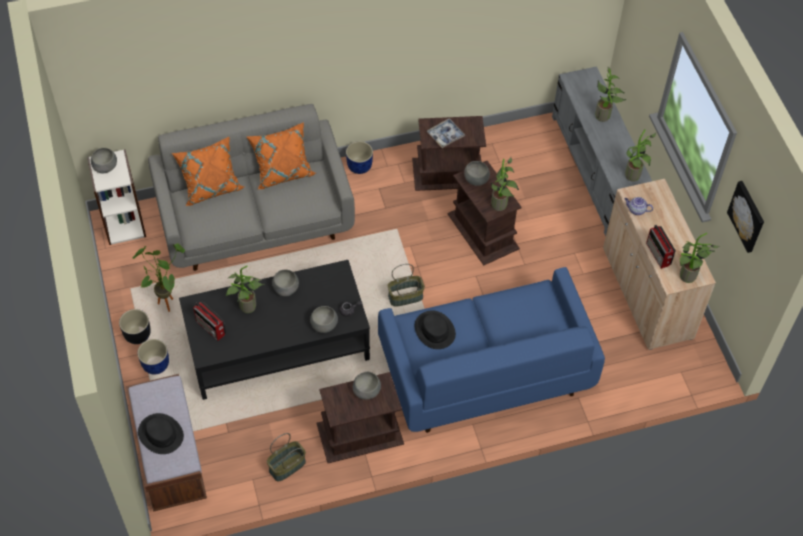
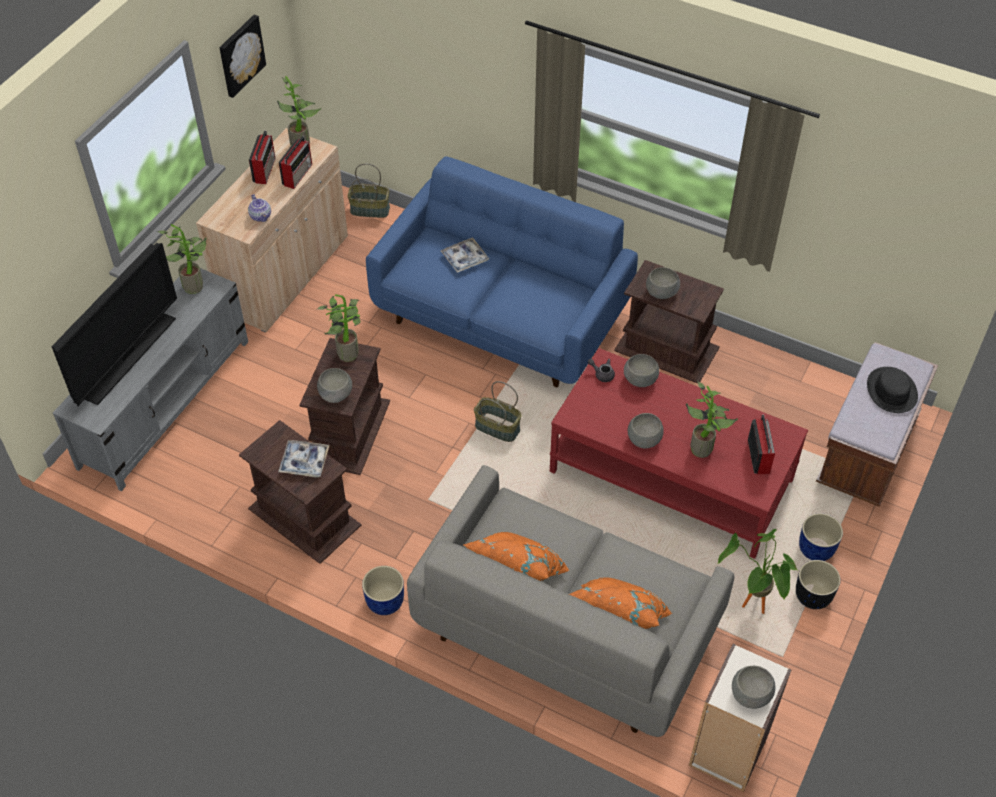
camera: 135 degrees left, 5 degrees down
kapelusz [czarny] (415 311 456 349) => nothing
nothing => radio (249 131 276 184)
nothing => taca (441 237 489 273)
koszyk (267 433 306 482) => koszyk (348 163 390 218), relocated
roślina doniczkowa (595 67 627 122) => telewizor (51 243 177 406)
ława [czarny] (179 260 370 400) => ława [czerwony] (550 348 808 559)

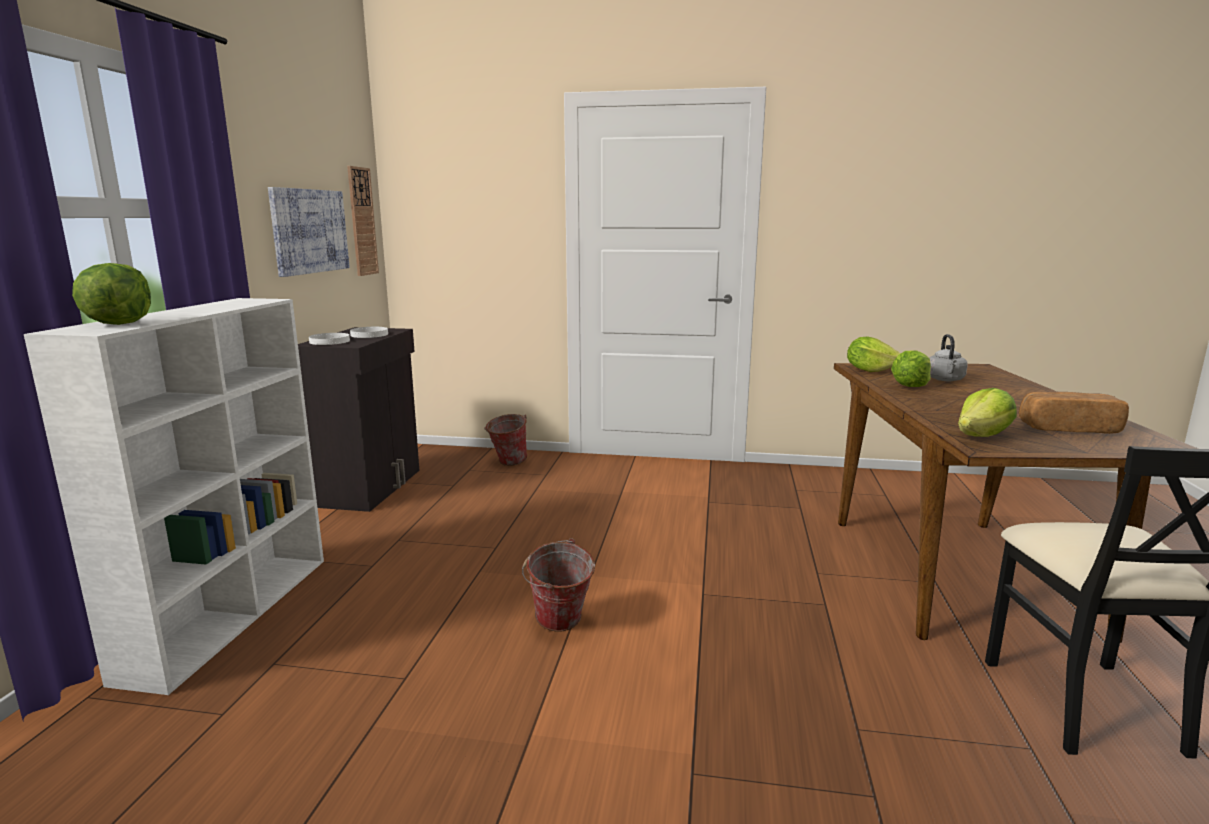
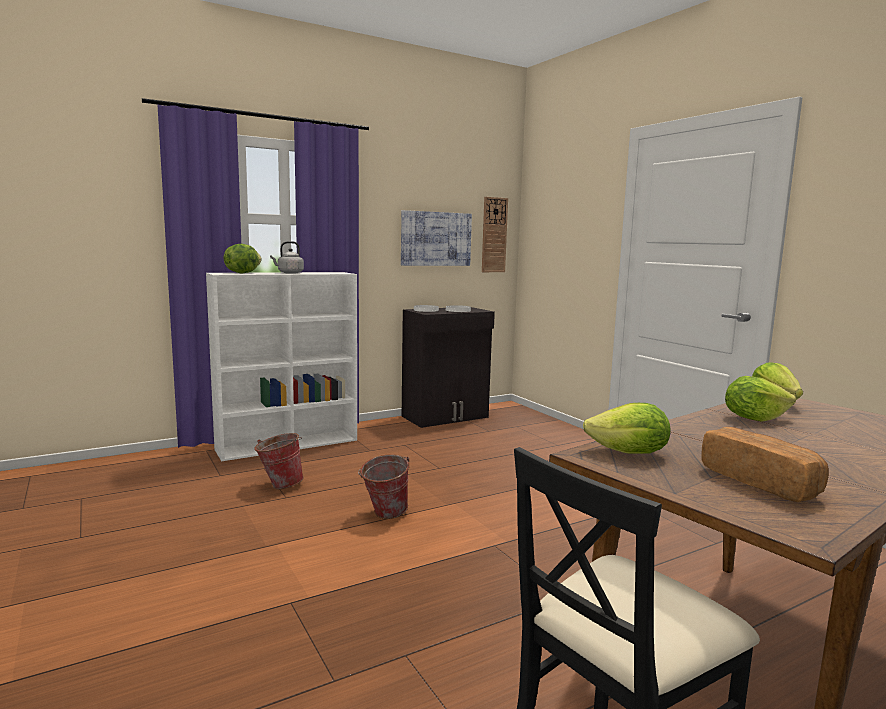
camera: 50 degrees right, 5 degrees down
wiadro (484 414 527 466) => wiadro (254 433 304 489), relocated
czajnik [szary] (929 334 968 381) => czajnik [szary] (270 241 304 274), relocated

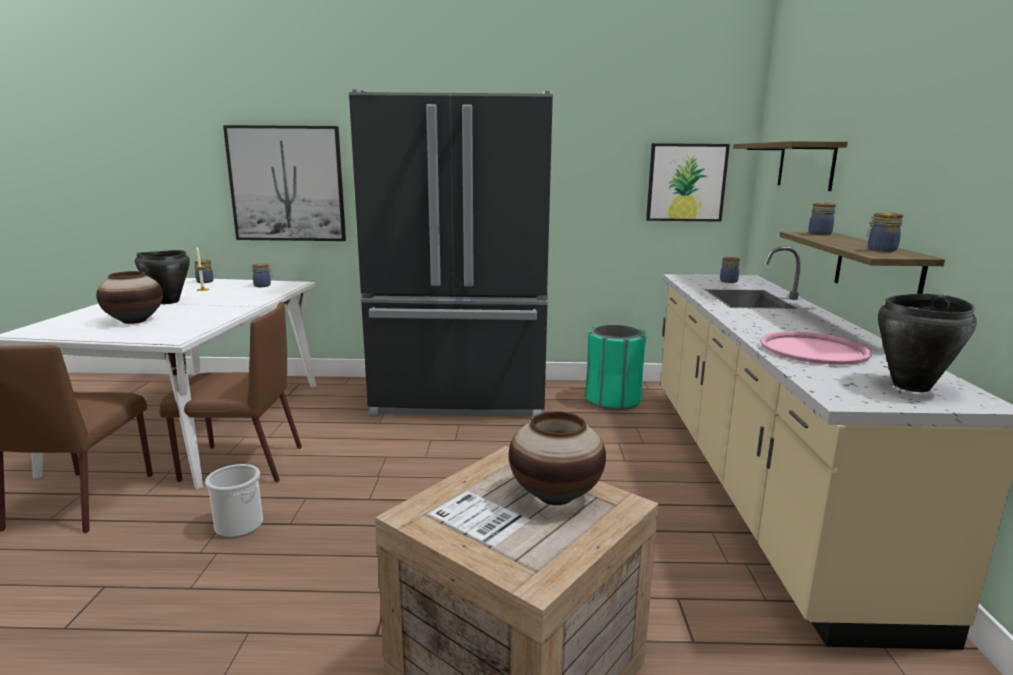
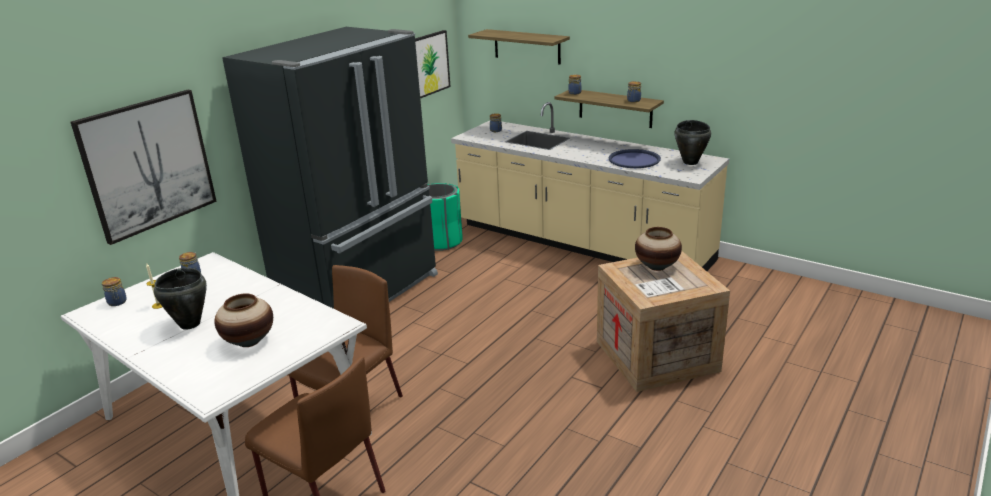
camera: 55 degrees left, 10 degrees up
wiadro (205 464 263 538) => nothing
taca [różowy] (760 331 872 365) => taca [niebieski] (608 149 661 168)

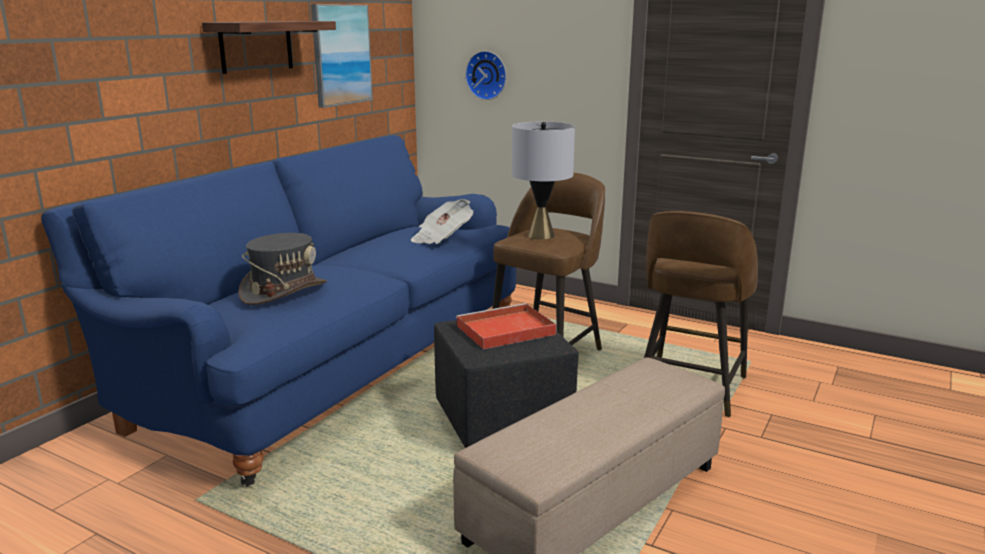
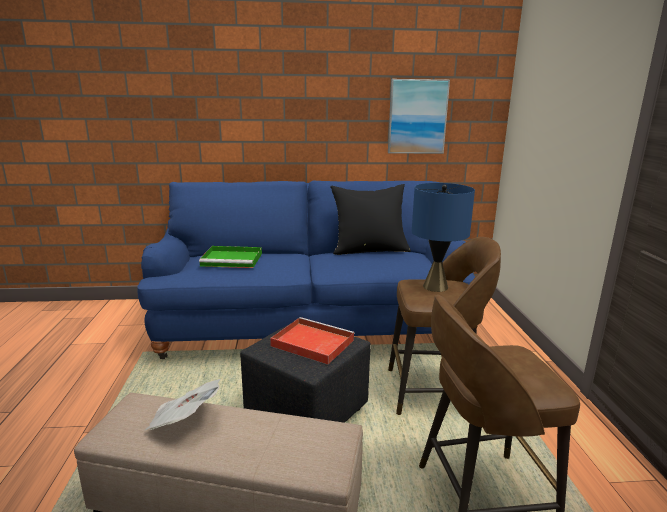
camera: 55 degrees right, 0 degrees up
półka (202 21 336 74) => nothing
zegar ścienny (465 51 507 100) => nothing
nothing => poduszka [czarny] (330 184 411 255)
gazeta (411 199 473 244) => gazeta (144 379 221 431), relocated
kapelusz [szary] (238 233 327 305) => taca [zielony] (199 246 262 268)
lampa stołowa [szary] (512 121 575 240) => lampa stołowa [niebieski] (412 183 475 292)

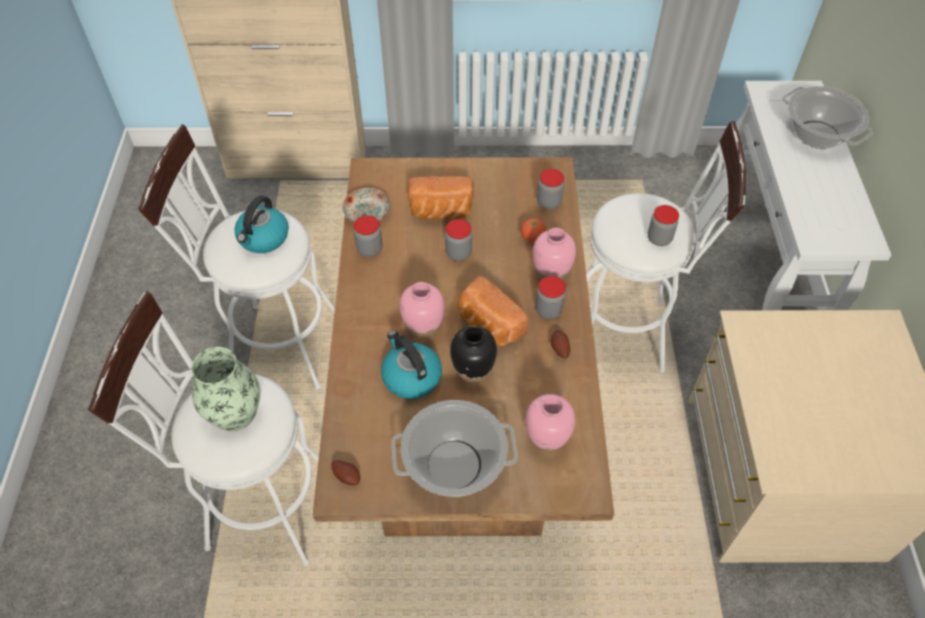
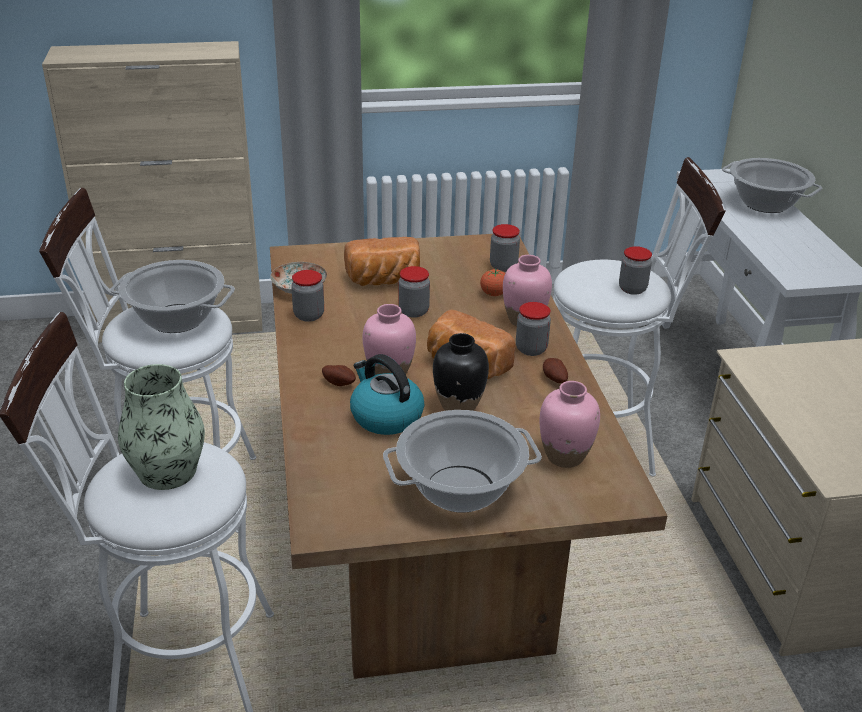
camera: 10 degrees left, 20 degrees down
ziemniak (331 460 360 485) => ziemniak (322 365 356 386), relocated
czajnik (234 195 289 253) => garnek (110 260 235 333)

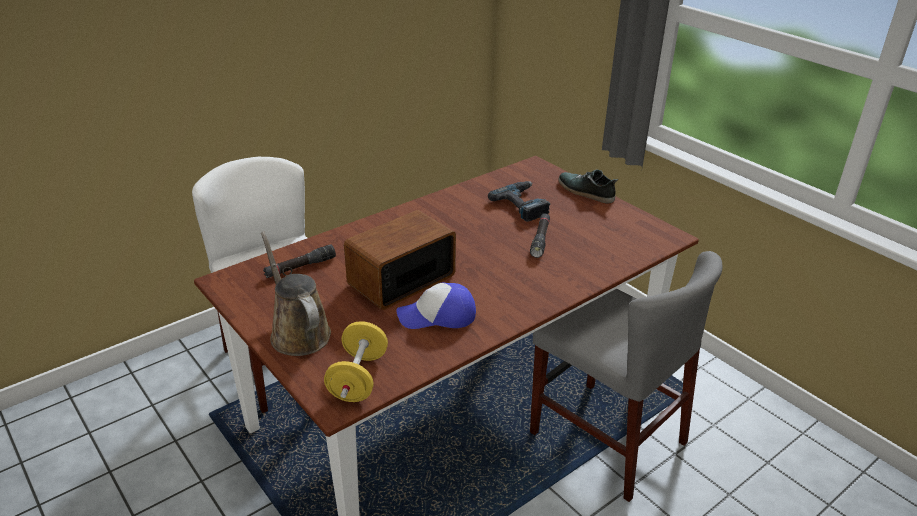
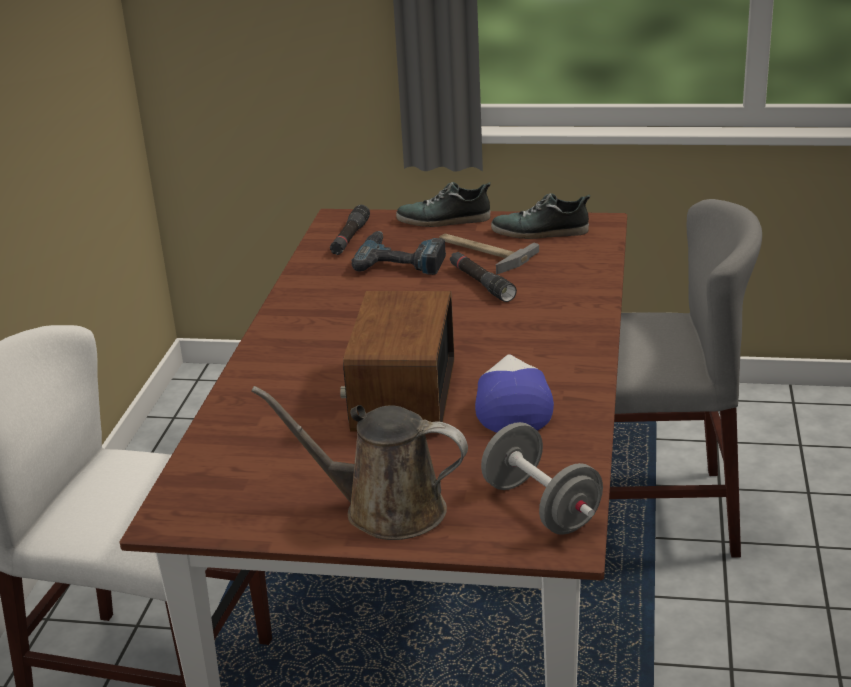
camera: 40 degrees left, 5 degrees down
nothing => młotek (439 233 539 274)
nothing => but (491 193 590 239)
latarka [czarny] (263 244 336 278) => latarka [czarny] (330 205 370 255), relocated
hantel [żółty] (324 321 388 402) => hantel [szary] (481 422 603 535)
czapka z daszkiem (396 283 476 329) => czapka z daszkiem (475 354 554 433), 135 degrees clockwise

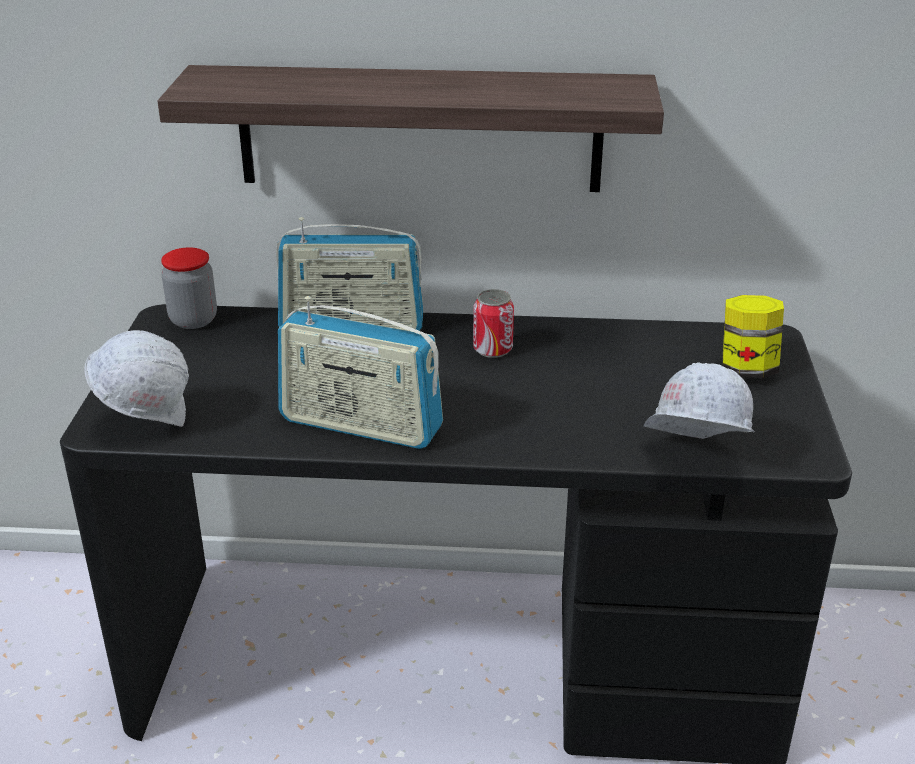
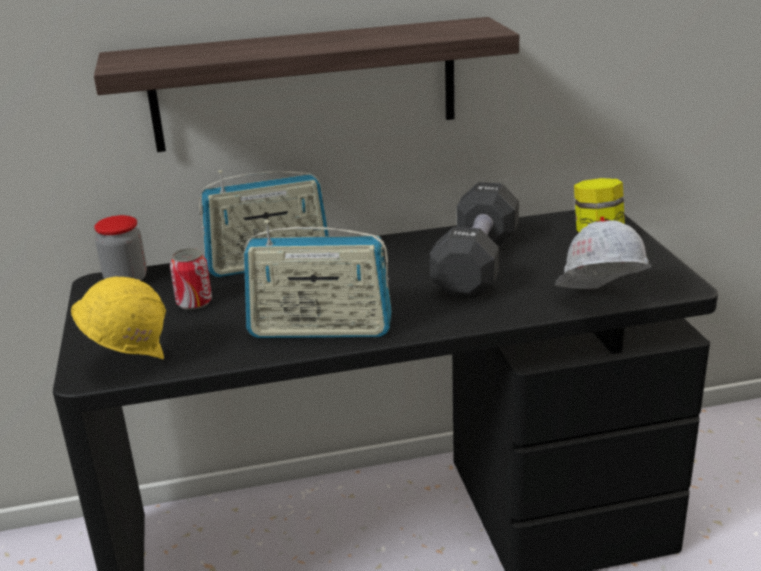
camera: 15 degrees left, 5 degrees down
nothing => hantel [czarny] (430 182 519 299)
puszka (473 289 514 358) => puszka (170 248 212 310), relocated
kask [biały] (84 330 189 427) => kask [żółty] (71 277 166 359)

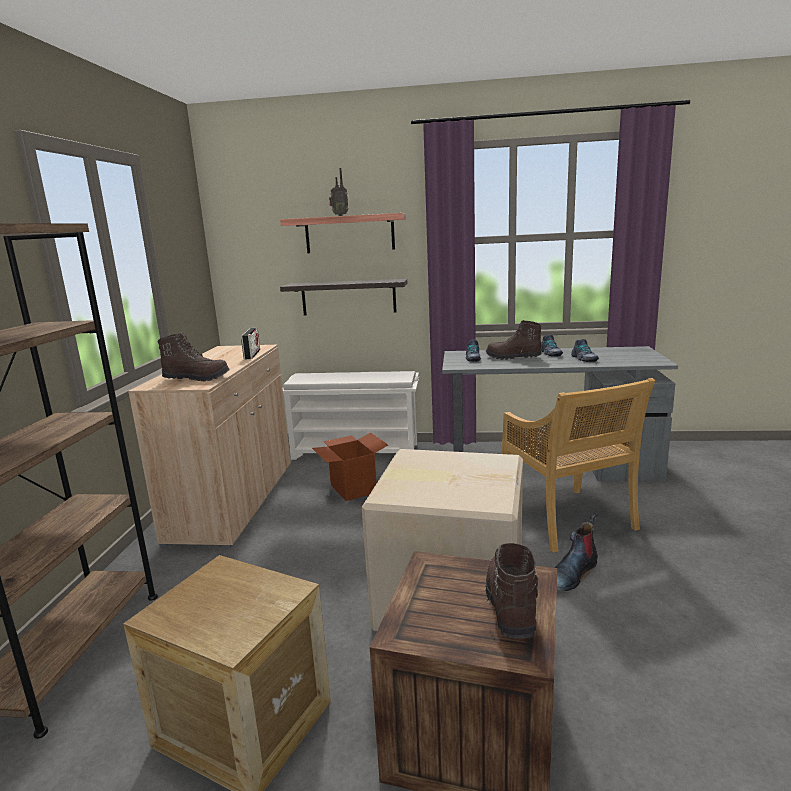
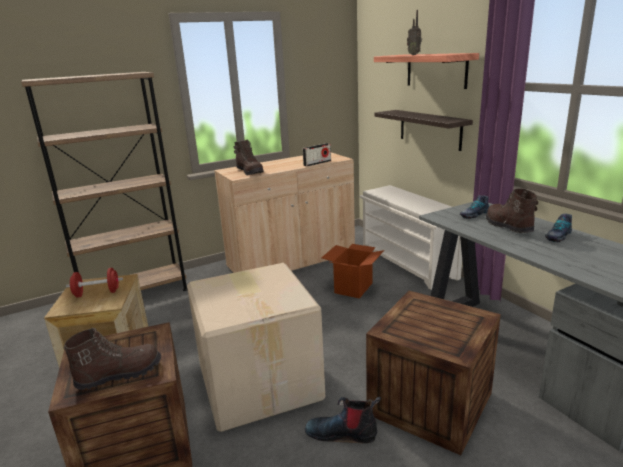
camera: 55 degrees right, 5 degrees up
but (571 339 599 362) => nothing
nothing => hantel [czerwony] (66 268 123 298)
krzesło [beżowy] (501 378 655 552) => skrzynka (366 291 501 455)

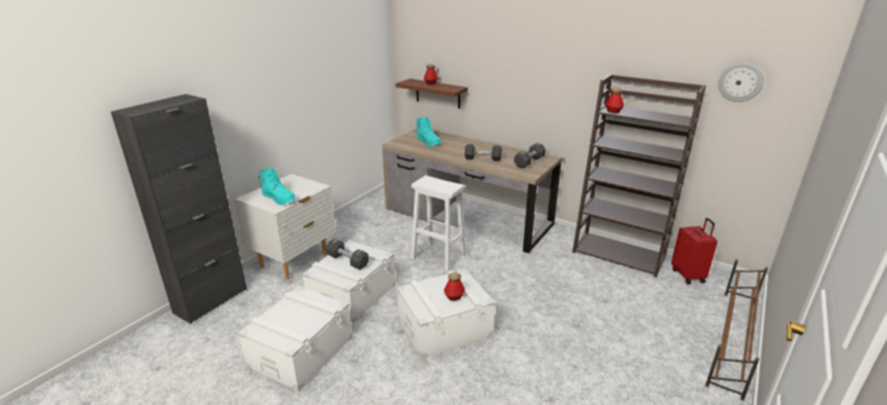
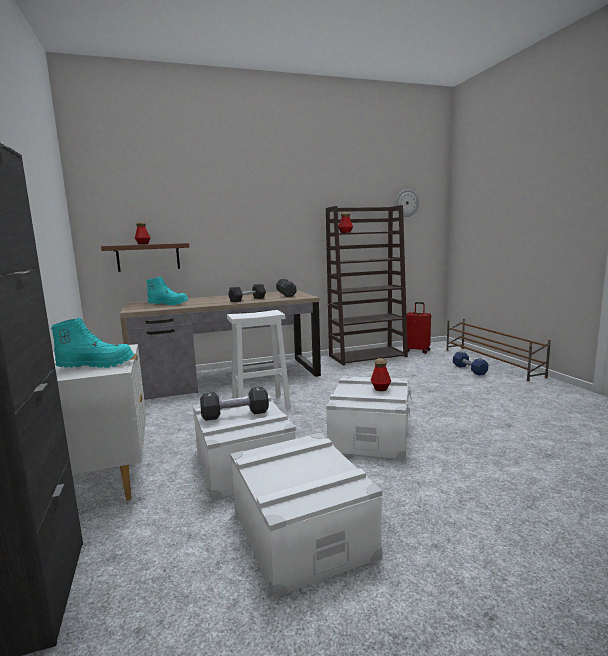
camera: 50 degrees left, 15 degrees down
nothing => hantel [niebieski] (453 352 488 376)

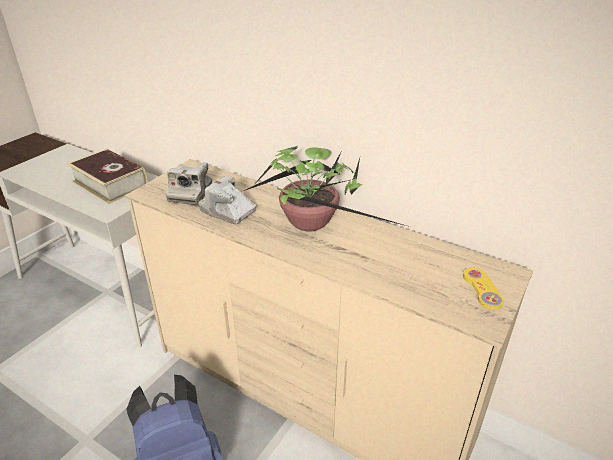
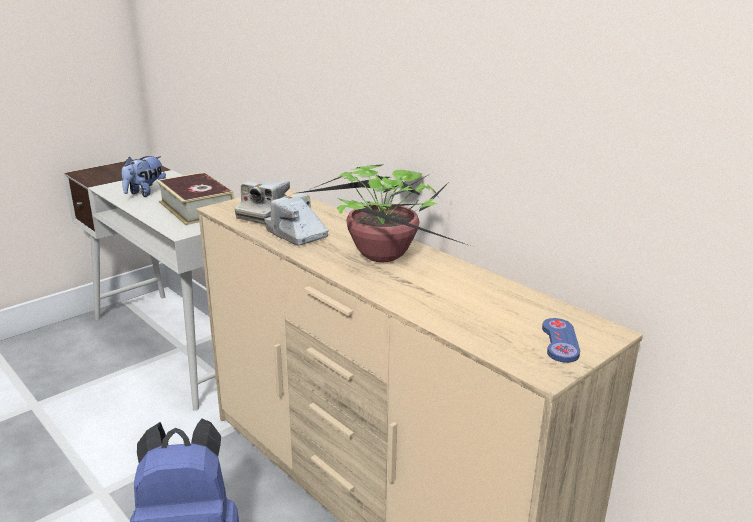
camera: 15 degrees right, 10 degrees down
nothing => pluszak (121 156 166 197)
pad do gier [żółty] (463 268 504 310) => pad do gier [niebieski] (542 318 580 363)

